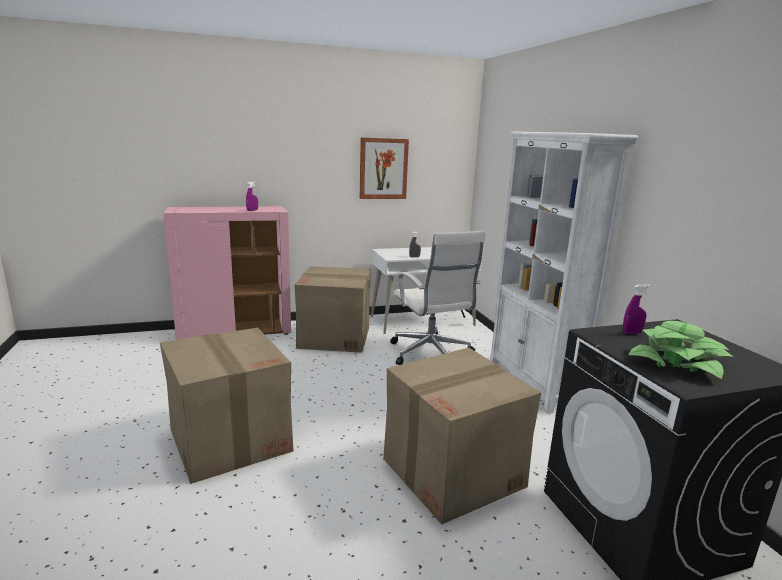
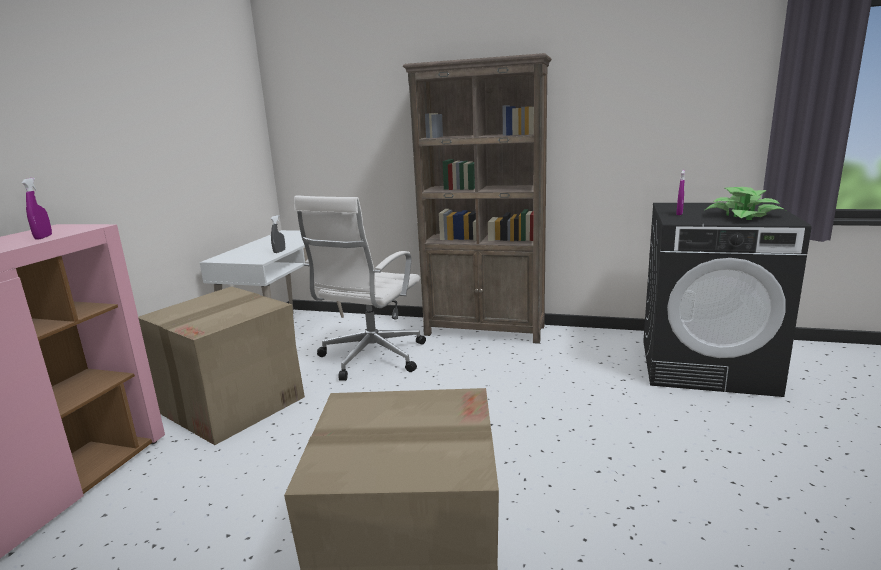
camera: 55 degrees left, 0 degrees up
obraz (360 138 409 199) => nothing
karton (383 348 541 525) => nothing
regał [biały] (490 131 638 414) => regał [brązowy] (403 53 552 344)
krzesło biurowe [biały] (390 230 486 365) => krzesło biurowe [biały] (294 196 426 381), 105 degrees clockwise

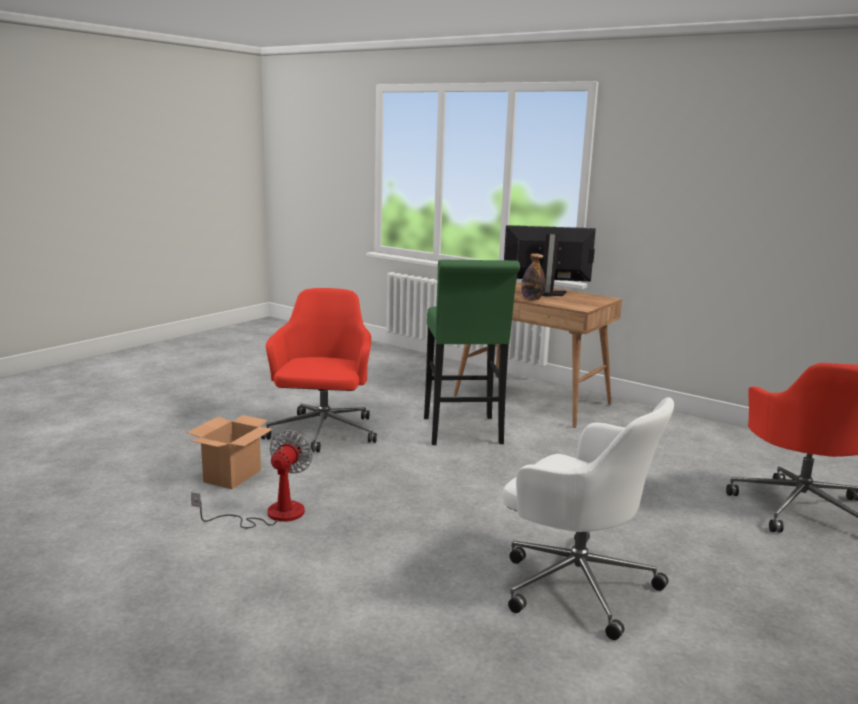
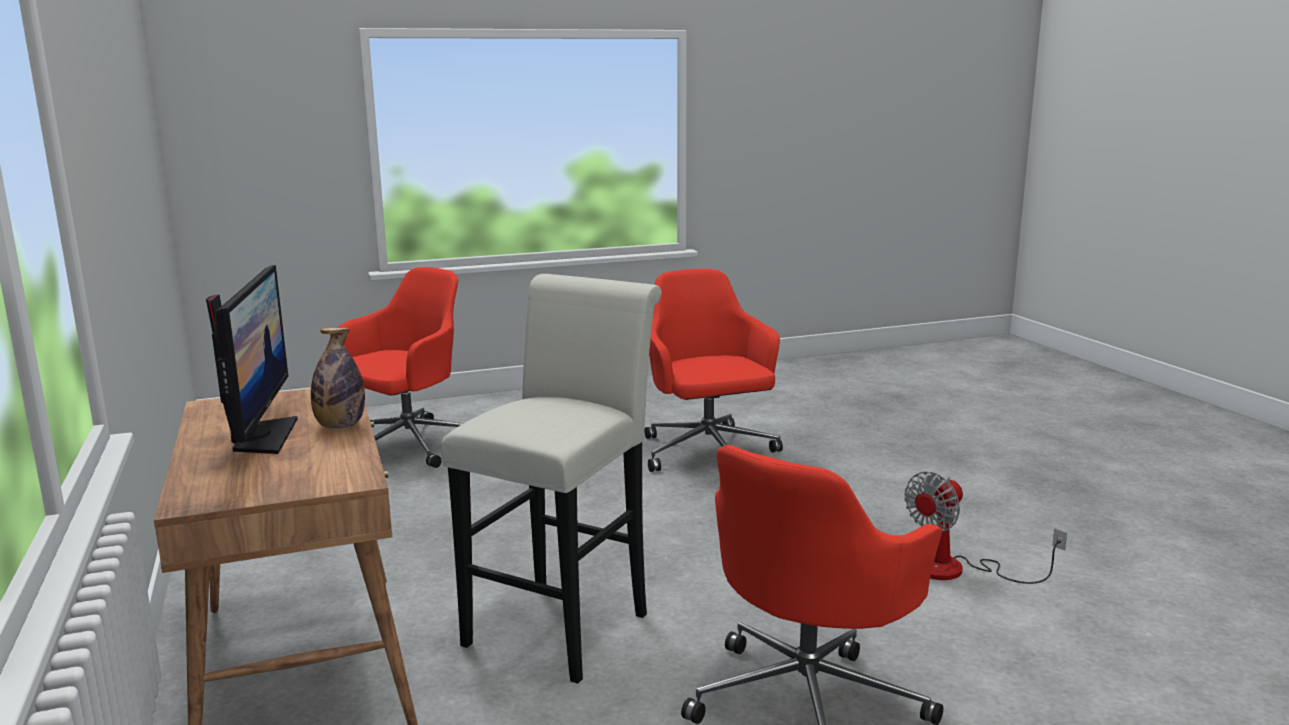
camera: 145 degrees left, 0 degrees up
karton (187 415 273 489) => nothing
stołek [zielony] (424 260 520 445) => stołek [biały] (441 274 662 684)
krzesło biurowe [biały] (503 397 674 640) => krzesło biurowe [czerwony] (644 269 783 472)
monitor (504 225 596 297) => monitor (206 265 298 454), 135 degrees counterclockwise

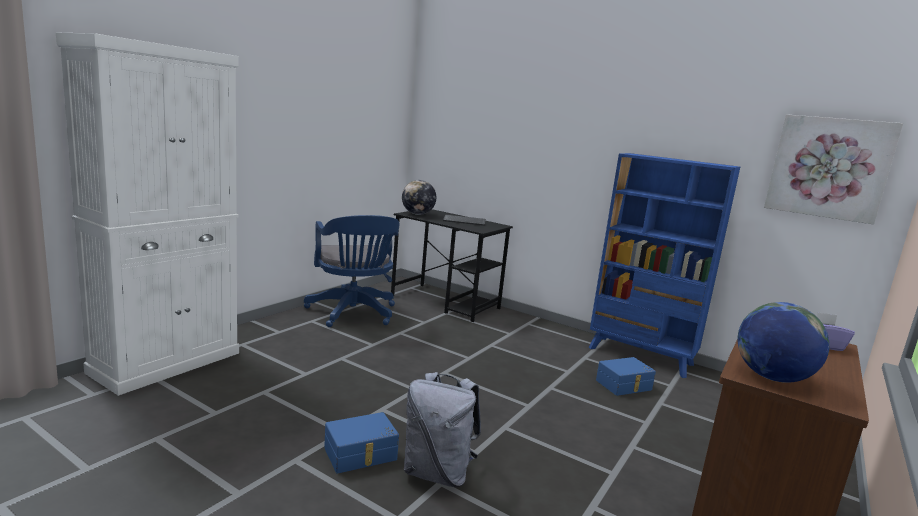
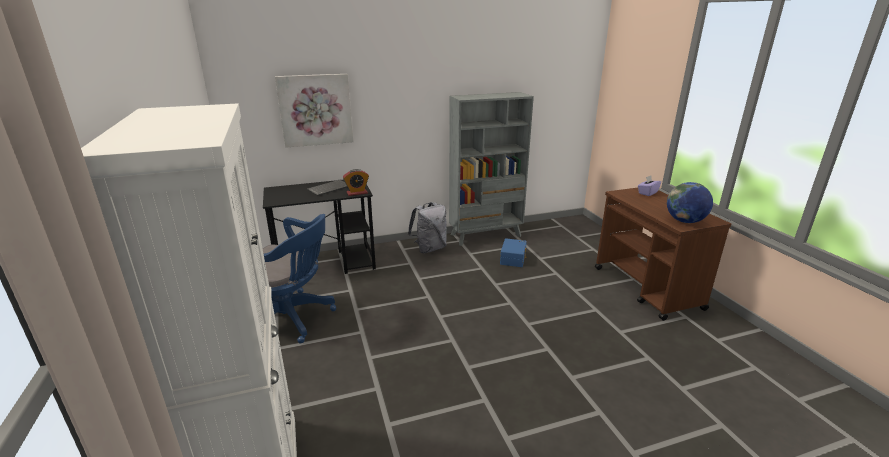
camera: 50 degrees left, 10 degrees up
pojemnik do przechowywania [niebieski] (324 412 399 474) => nothing
globus (402 180 436 215) => nothing
nothing => budzik (343 169 369 196)
plecak [szary] (404 372 481 487) => plecak [szary] (408 202 447 253), relocated
obraz (764 114 903 225) => obraz (275 74 353 148), relocated
regał [niebieski] (589 153 740 378) => regał [szary] (449 92 534 246)

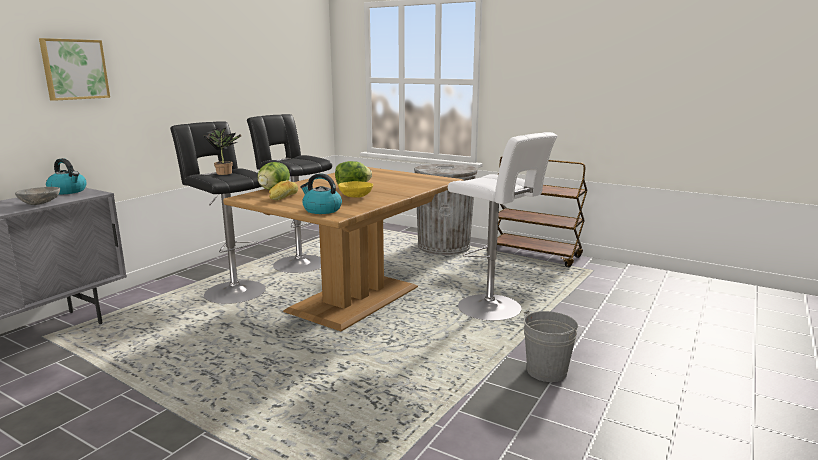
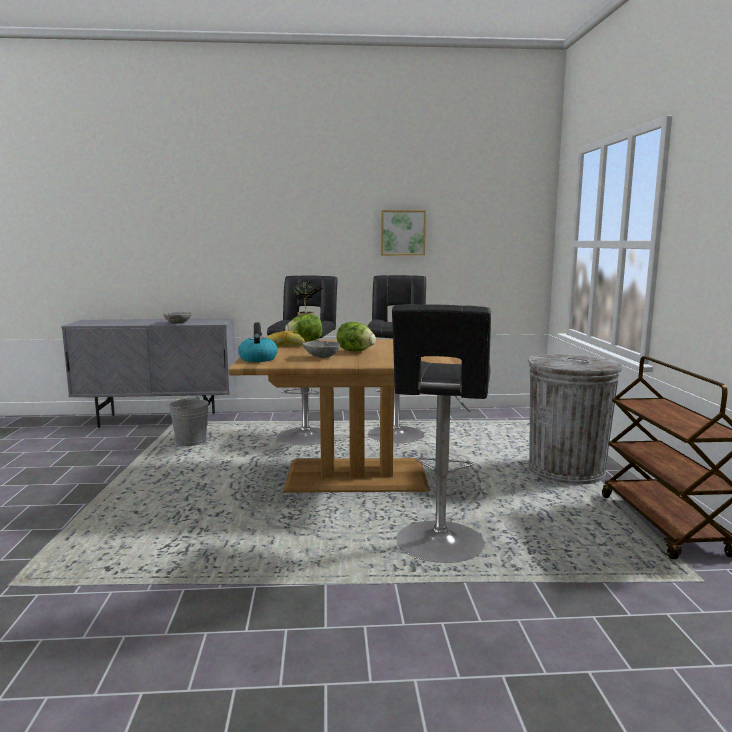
camera: 55 degrees right, 5 degrees down
czajnik (46 158 87 195) => nothing
obraz (39 38 110 101) => obraz (381 210 426 255), relocated
wiadro [szary] (524 310 578 382) => wiadro [szary] (169 396 209 446), relocated
miska [żółty] (338 181 373 198) => miska [szary] (302 341 340 358)
stołek [biały] (448 132 557 321) => stołek [czarny] (392 304 491 563)

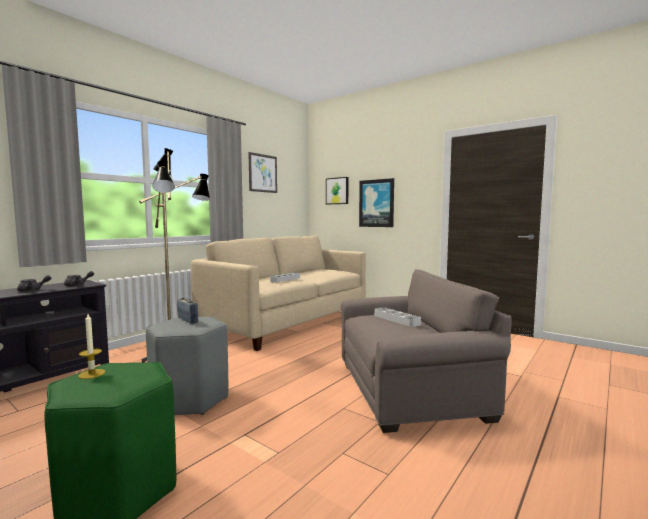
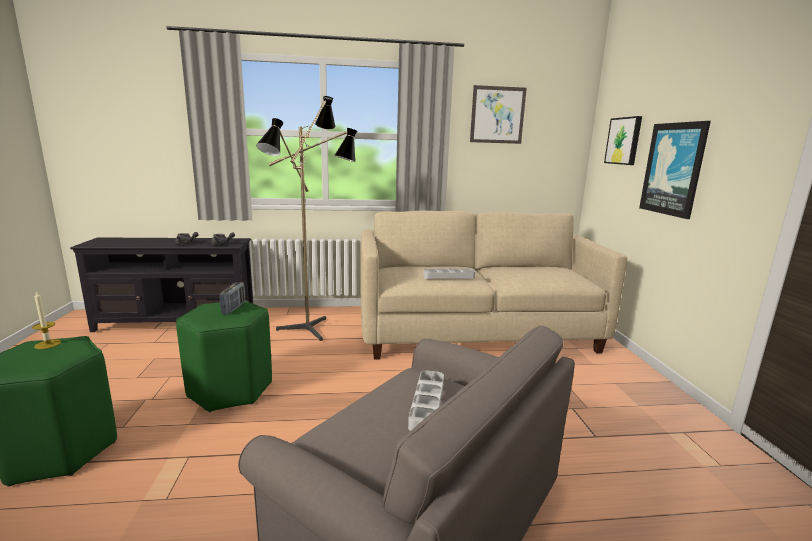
camera: 45 degrees right, 10 degrees up
stołek [szary] (146 316 228 415) => stołek [zielony] (176 300 272 412)

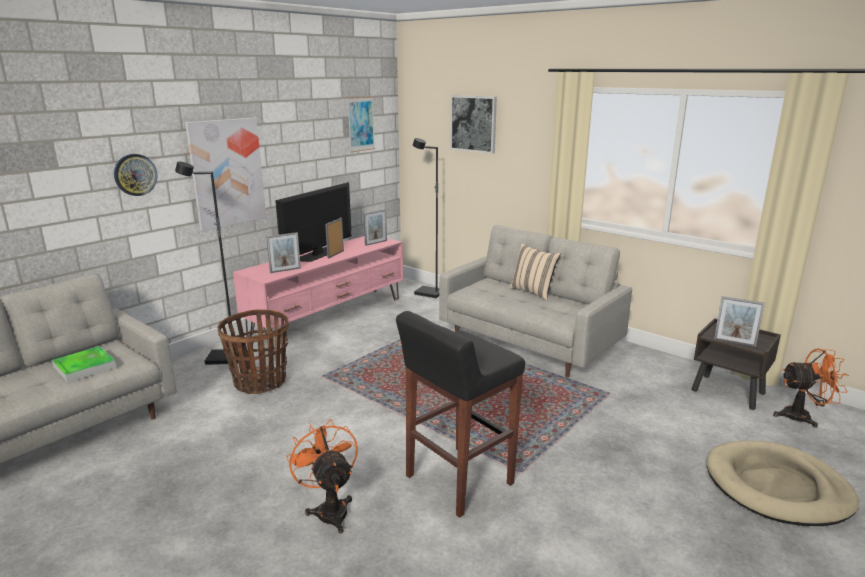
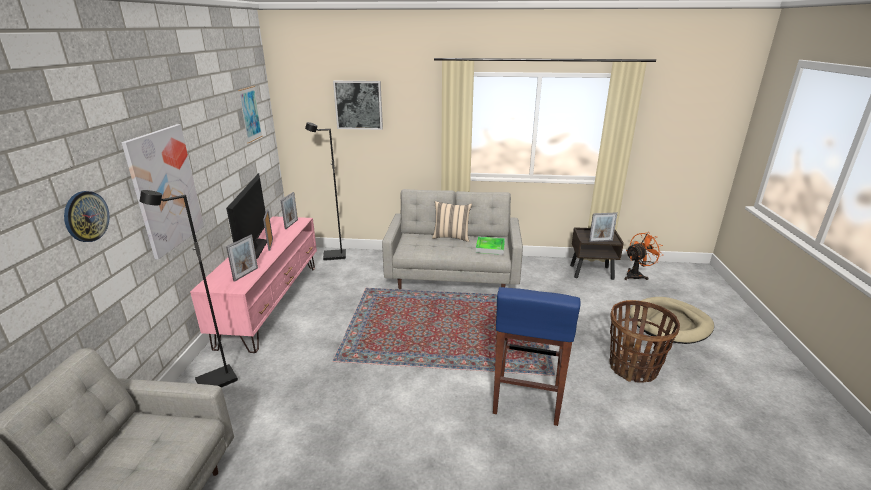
camera: 35 degrees left, 5 degrees up
wentylator [pomarańczowy] (286 419 358 533) => nothing
taca (52 346 116 383) => taca (476 237 505 255), relocated
koszyk (217 309 289 394) => koszyk (609 300 680 383), relocated
stołek [czarny] (396 311 525 518) => stołek [niebieski] (493 287 581 426)

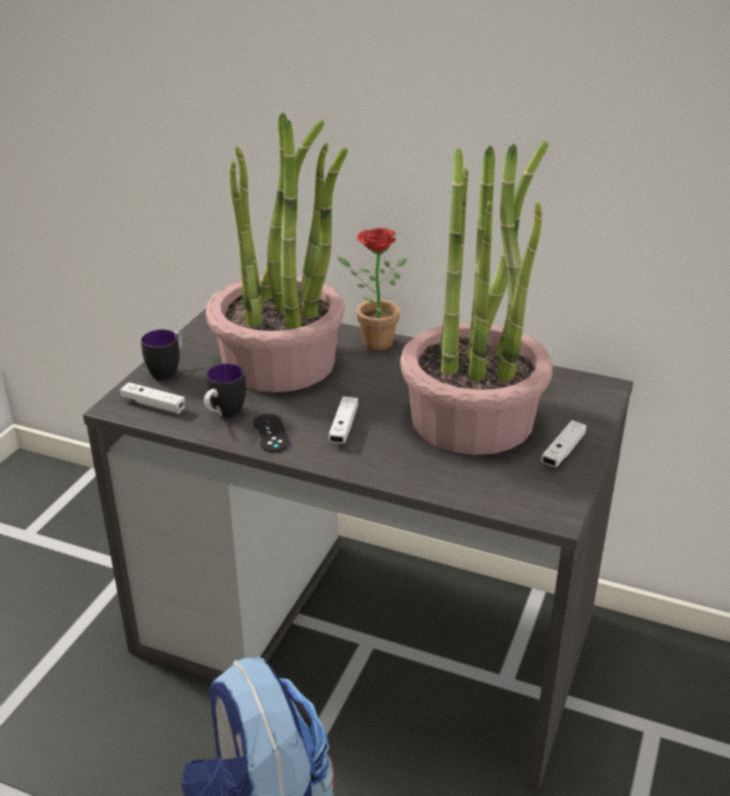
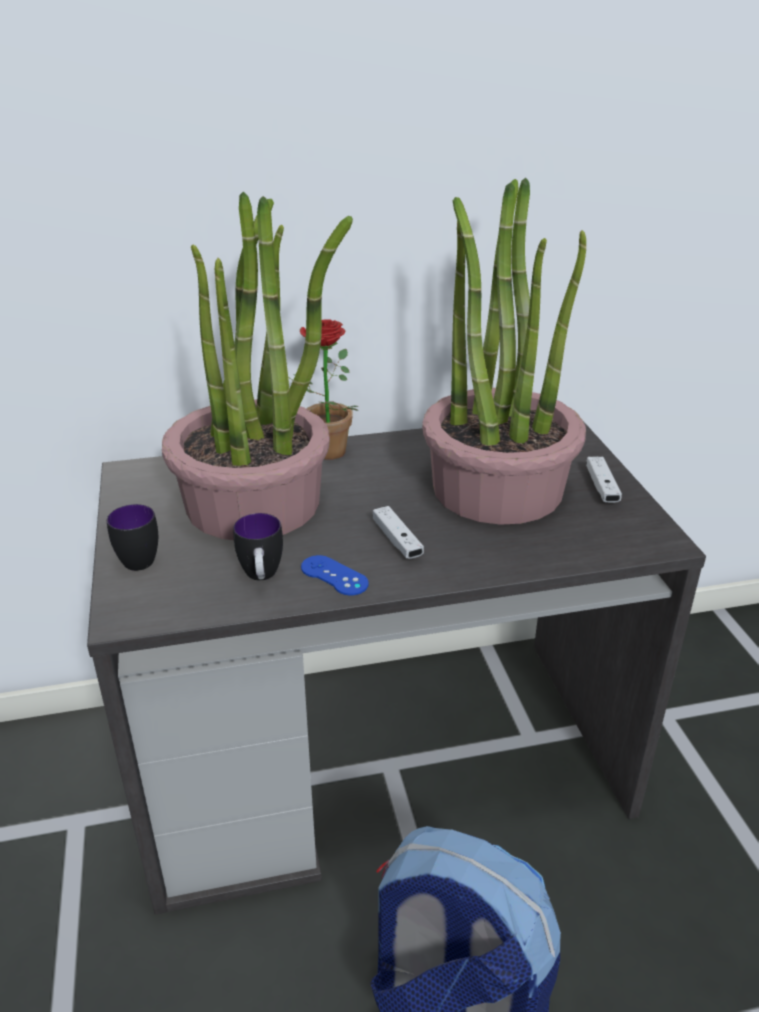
camera: 35 degrees left, 0 degrees up
pad do gier [biały] (120 382 185 414) => nothing
pad do gier [czarny] (254 414 290 452) => pad do gier [niebieski] (301 555 369 595)

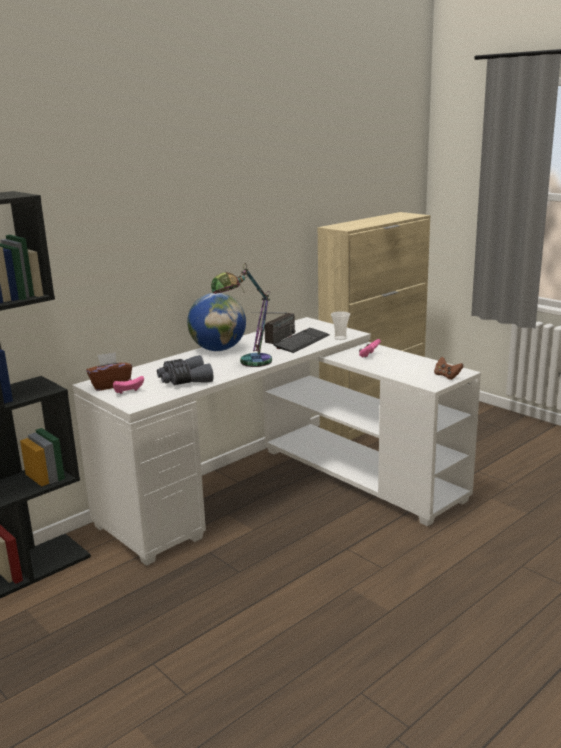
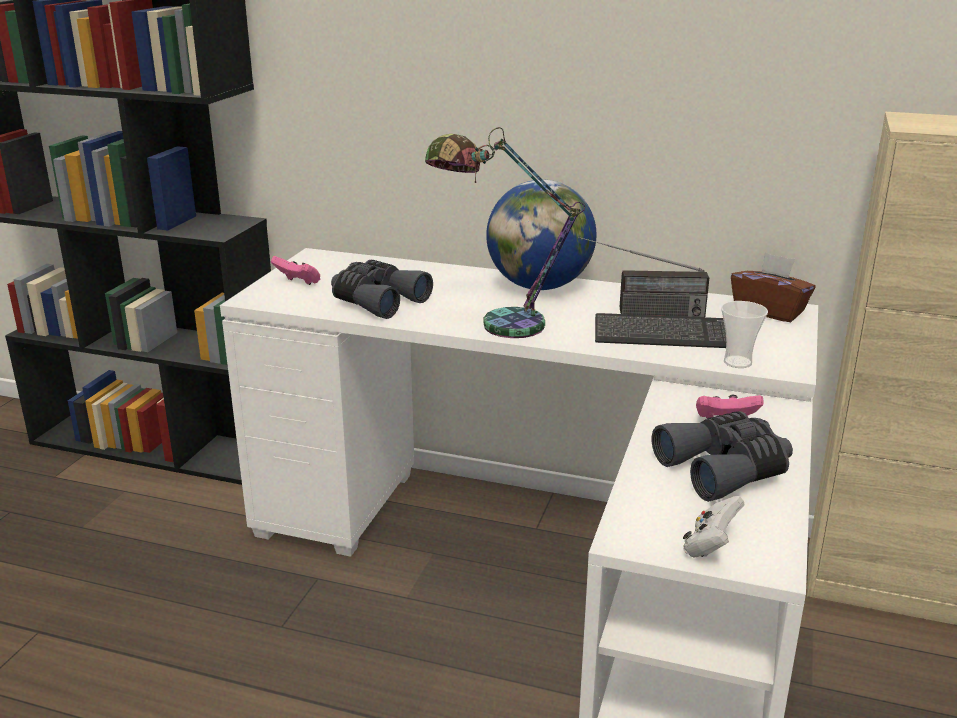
camera: 60 degrees right, 5 degrees up
nothing => lornetka [szary] (652 411 793 502)
pudełko chusteczek [brązowy] (86 352 132 391) => pudełko chusteczek [brązowy] (731 253 815 322), relocated
pad do gier [brązowy] (434 357 463 380) => pad do gier [biały] (683 496 745 558)

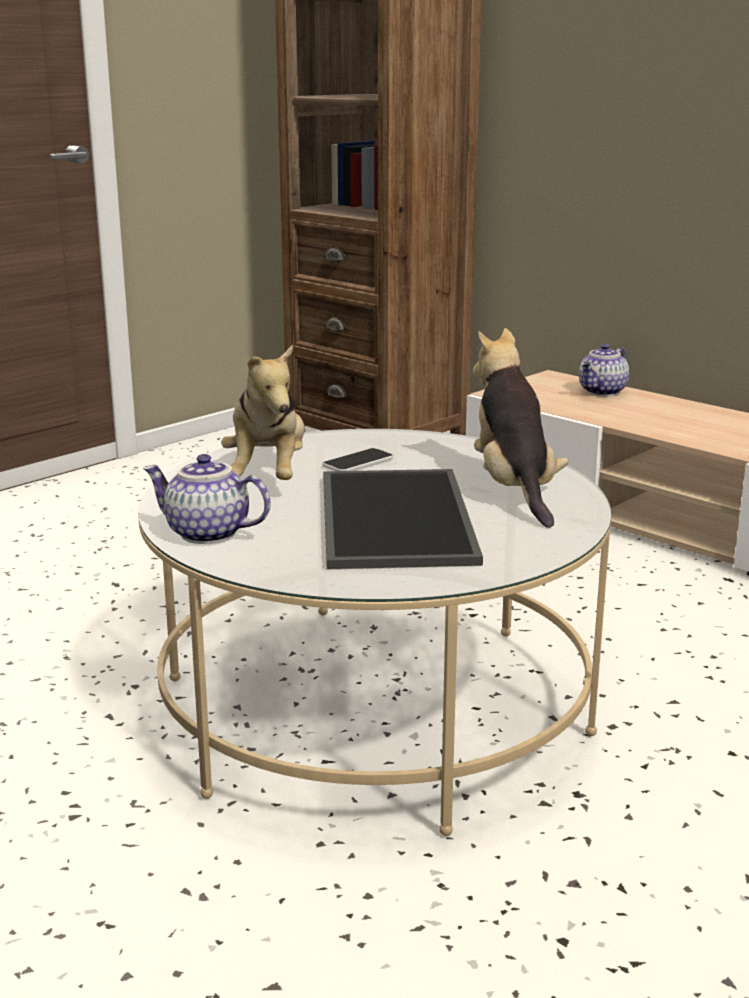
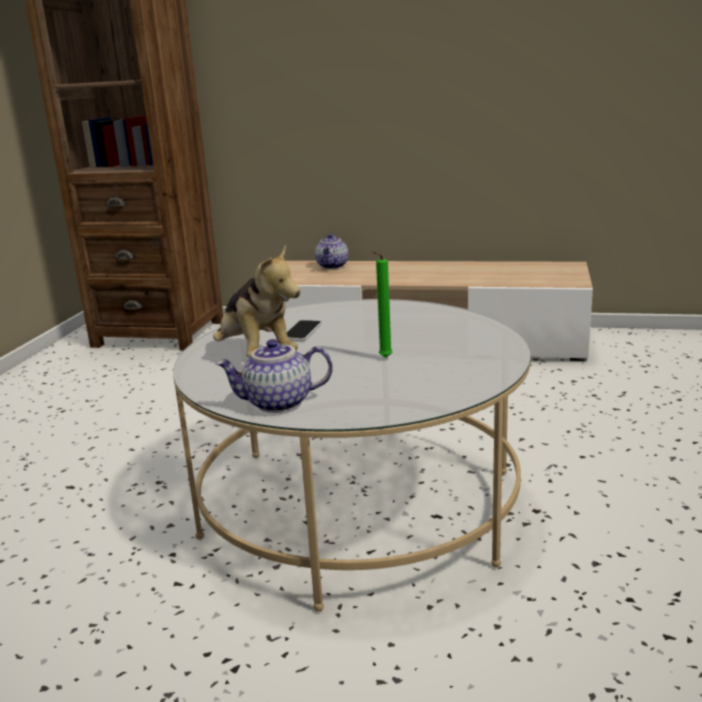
camera: 30 degrees left, 0 degrees up
pluszak (473 328 569 528) => nothing
taca (323 469 483 569) => świeca [zielony] (372 251 392 358)

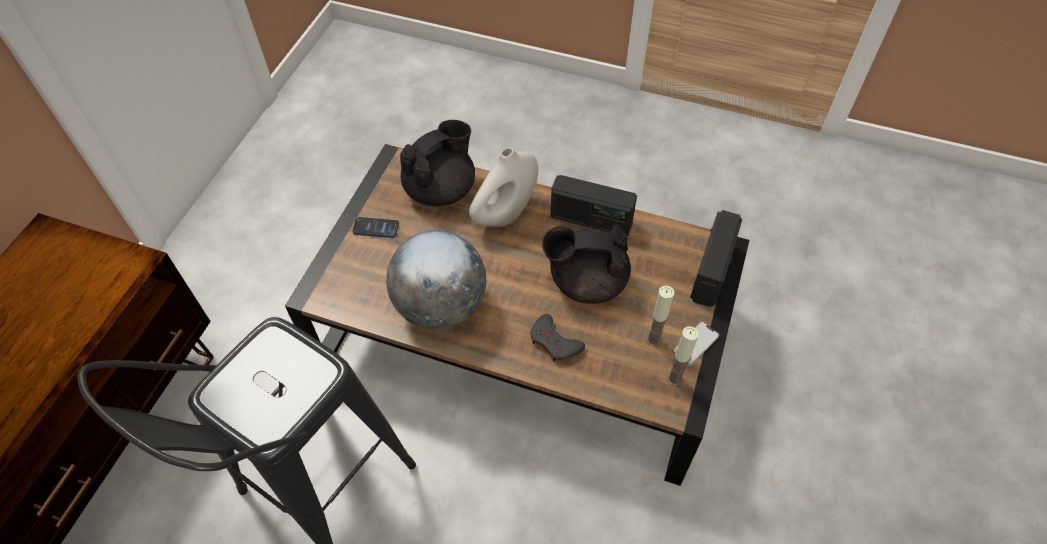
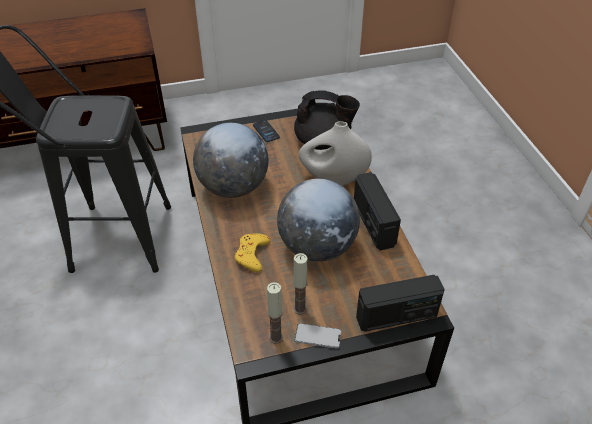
camera: 55 degrees right, 10 degrees down
imbryk [czarny] (542 226 631 304) => globus (277 179 360 261)
pad do gier [szary] (530 314 585 362) => pad do gier [żółty] (235 234 270 272)

